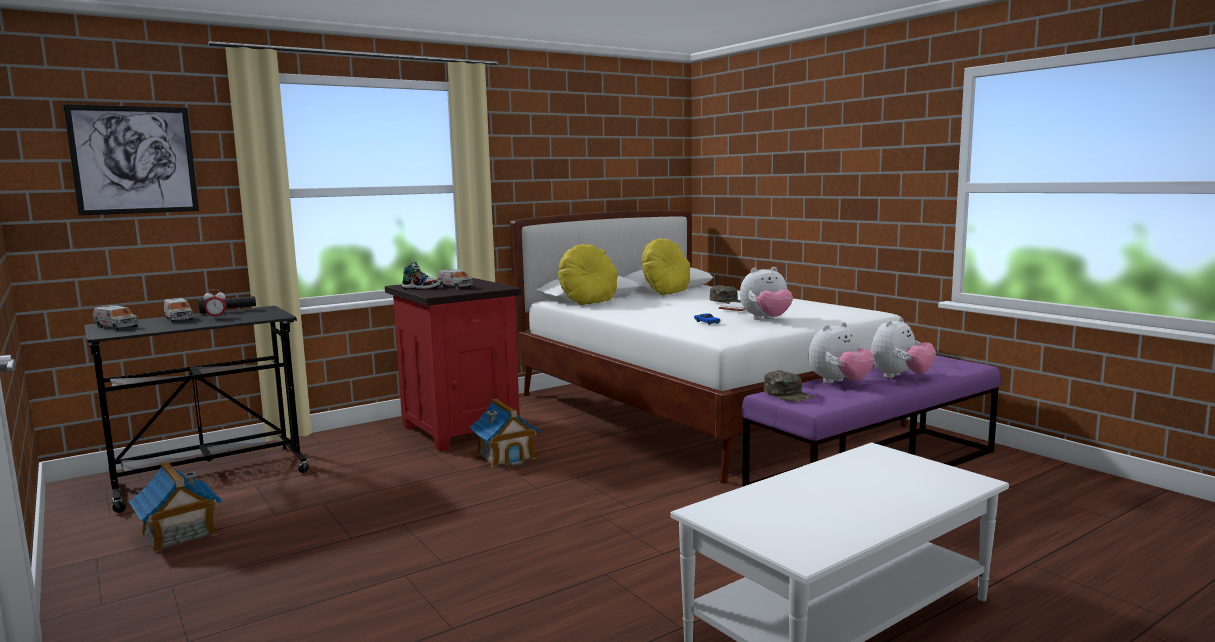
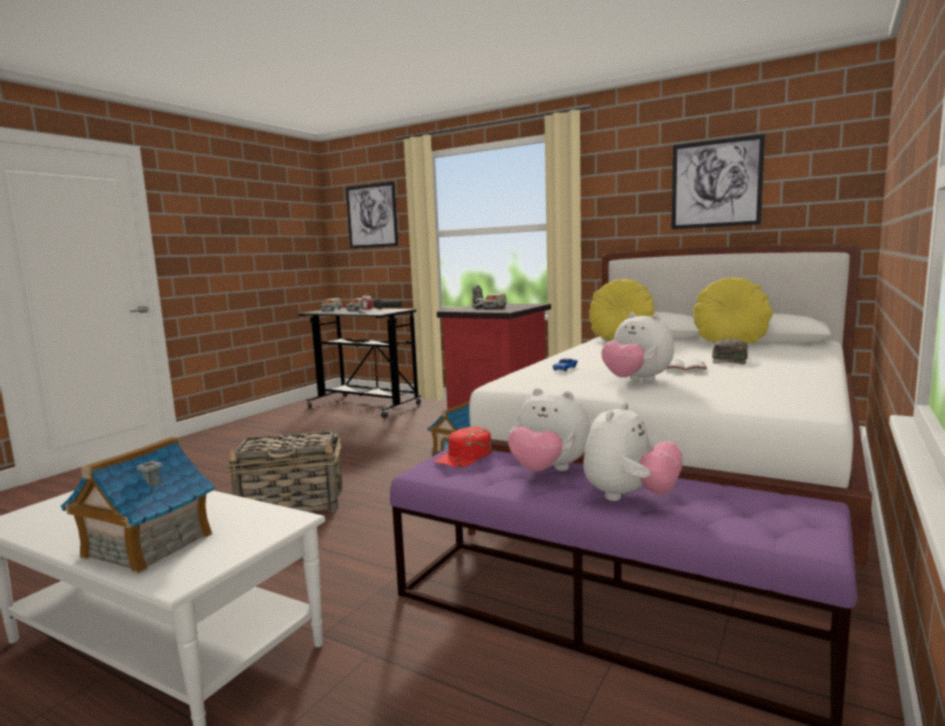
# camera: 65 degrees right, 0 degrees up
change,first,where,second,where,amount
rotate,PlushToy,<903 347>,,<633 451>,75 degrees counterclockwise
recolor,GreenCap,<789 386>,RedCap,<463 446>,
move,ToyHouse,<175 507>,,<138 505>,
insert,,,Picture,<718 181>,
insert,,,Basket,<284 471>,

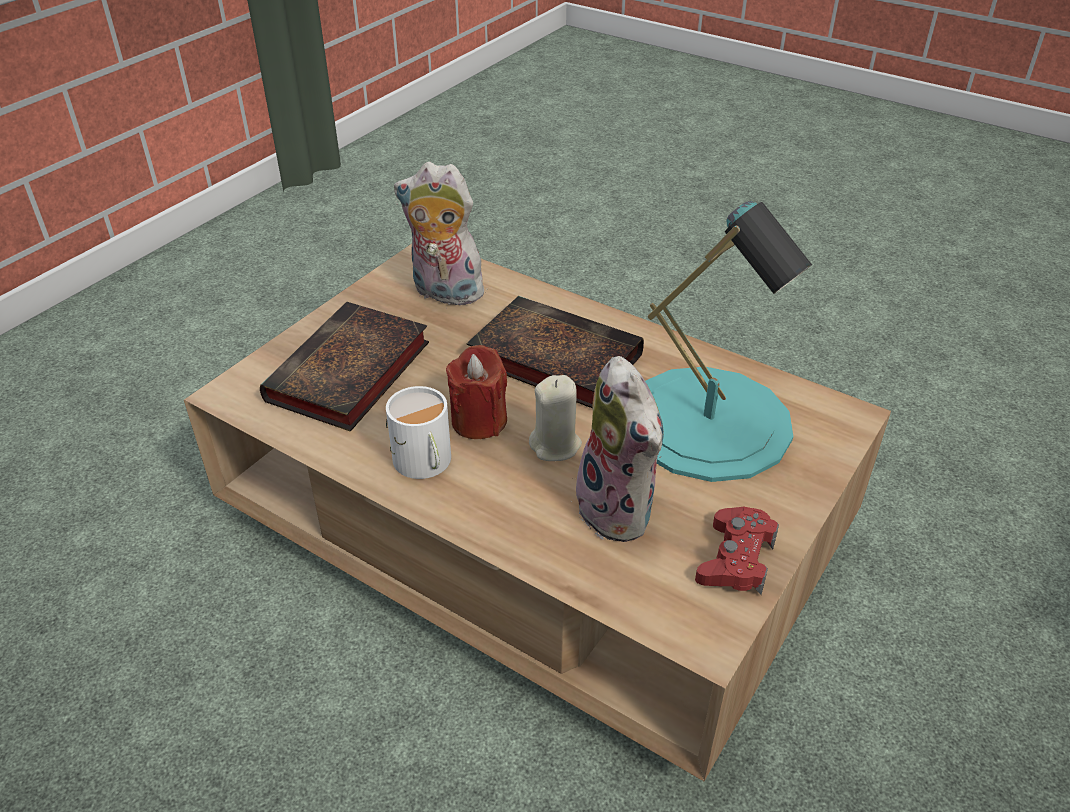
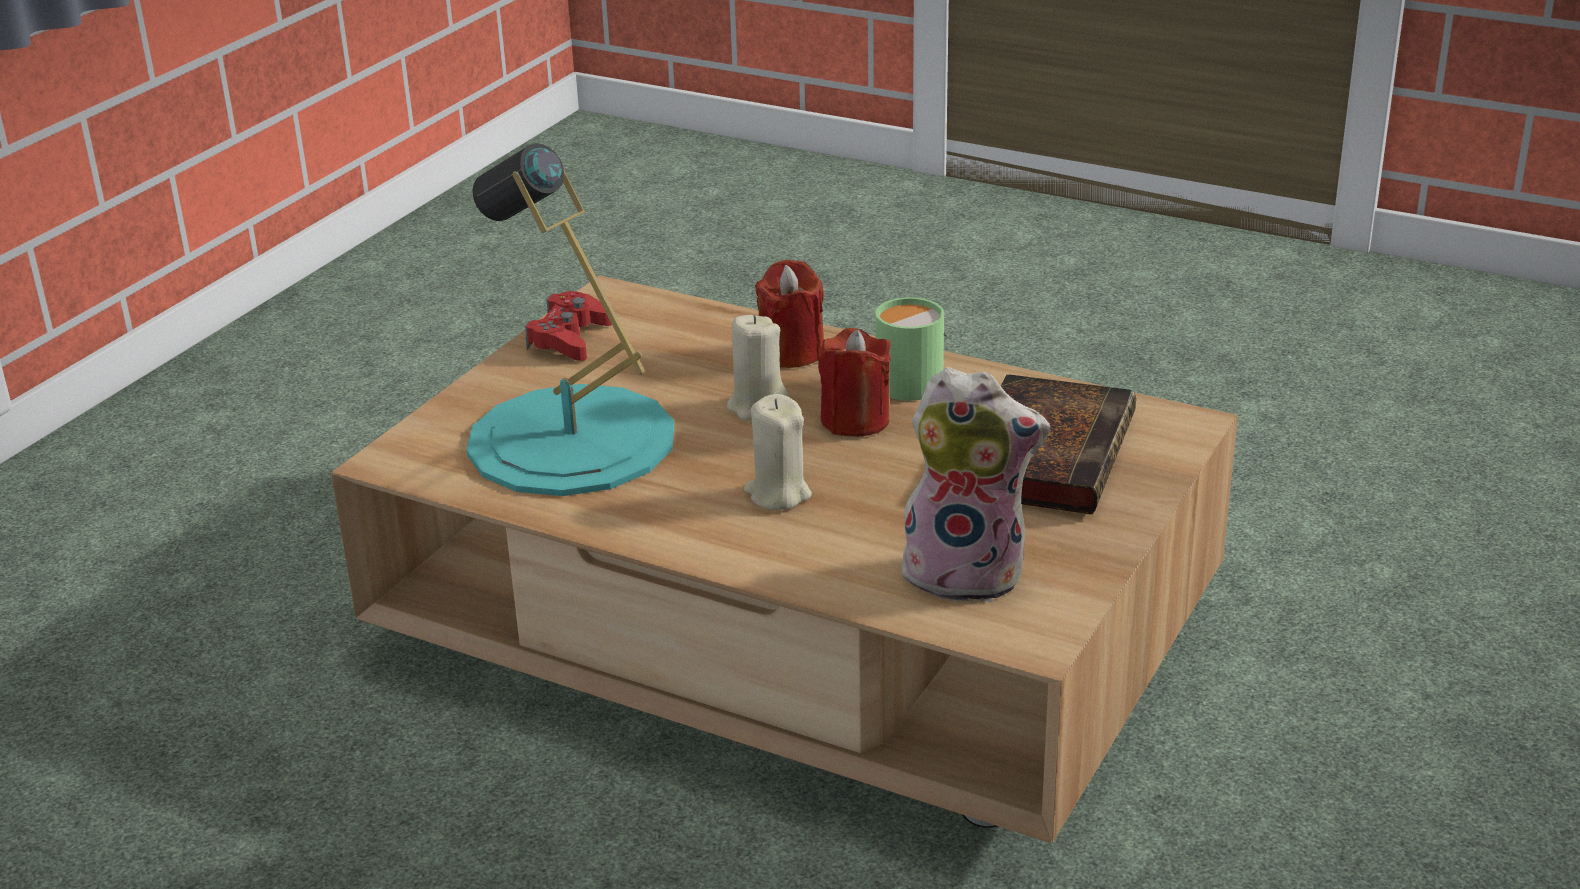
# camera: 175 degrees right, 10 degrees down
change,first,where,second,where,amount
replace,Book,<555 352>,BeigeCandle,<778 452>,
delete,PlushToy,<620 449>,,,
recolor,WhiteMug,<418 432>,GreenMug,<911 349>,
insert,,,RedCandle,<789 314>,

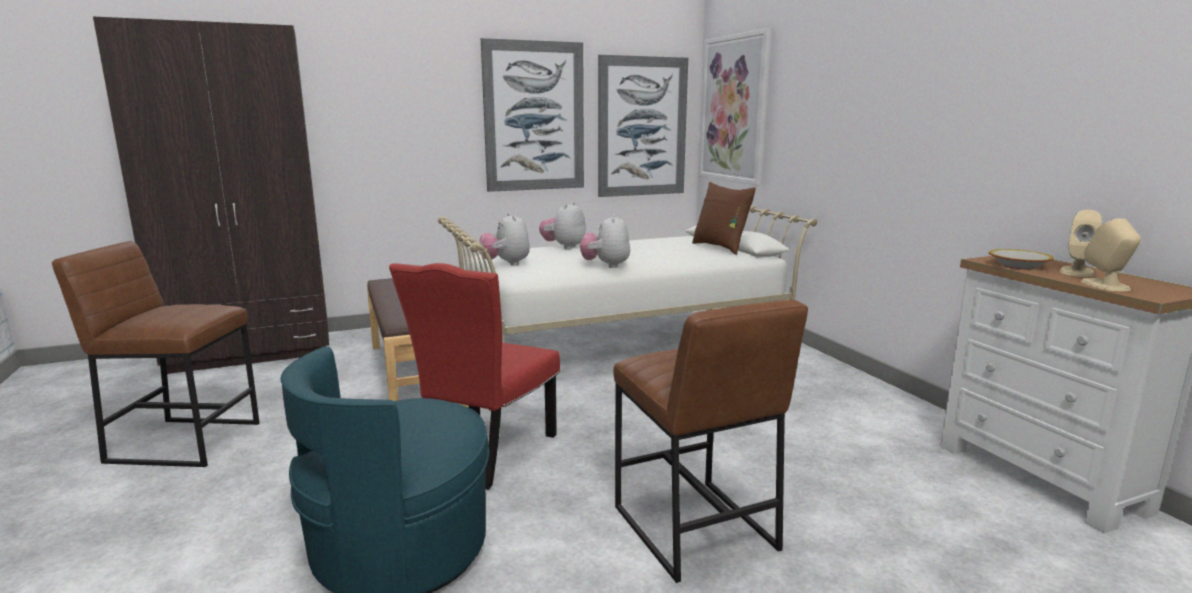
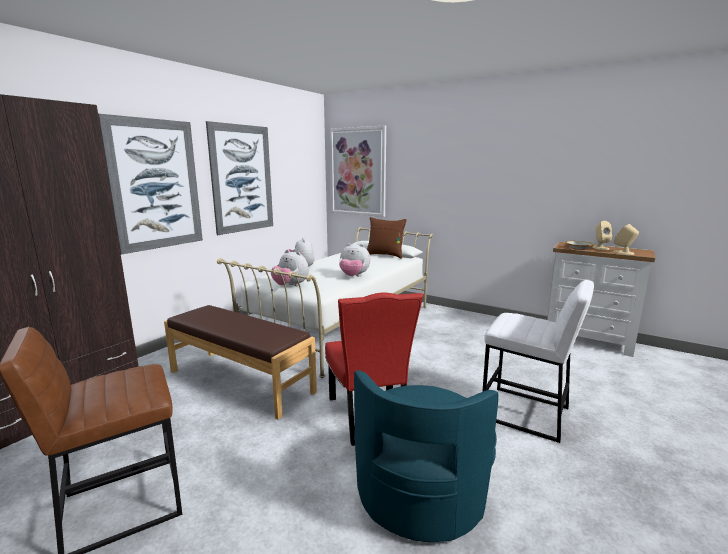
# camera: 35 degrees left, 0 degrees up
change,first,where,second,where,amount
move,Picture,<643 126>,,<150 184>,
rotate,PlushToy,<605 241>,,<354 259>,45 degrees counterclockwise
recolor,BrownChair,<711 441>,WhiteChair,<538 361>,

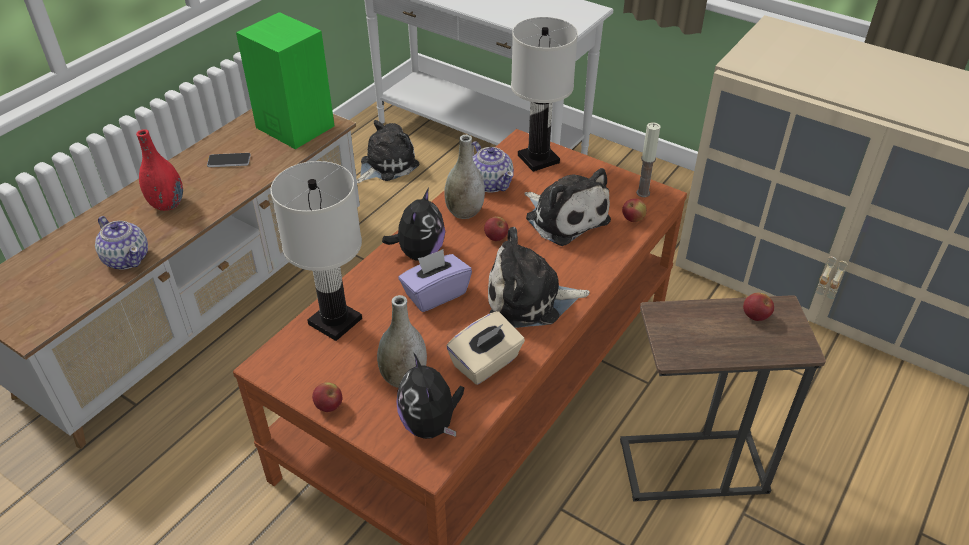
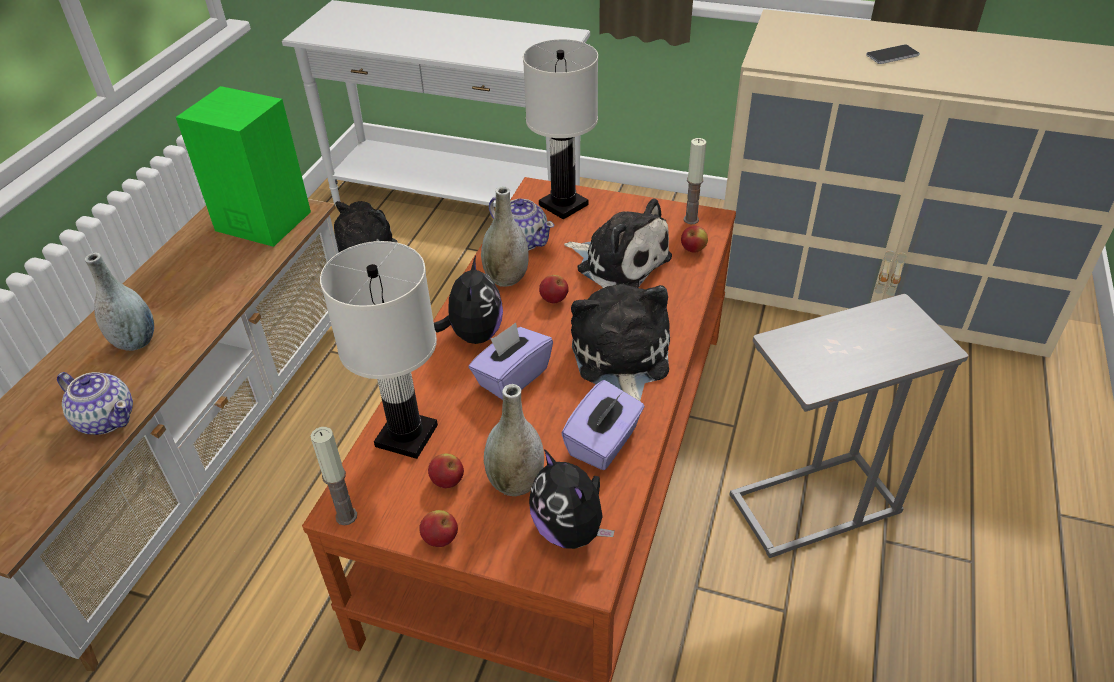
# camera: 15 degrees left, 0 degrees up
change,first,where,second,where,amount
recolor,RedVase,<159 170>,GreyVase,<119 301>,
move,Phone,<229 160>,,<893 54>,
rotate,PlushToy,<539 277>,,<620 343>,105 degrees clockwise
move,Apple,<758 307>,,<446 471>,
recolor,BrownSideTable,<723 398>,GreySideTable,<849 426>,
recolor,BeigeTissueBox,<485 348>,PurpleTissueBox,<603 425>,
insert,,,Candle,<334 476>,

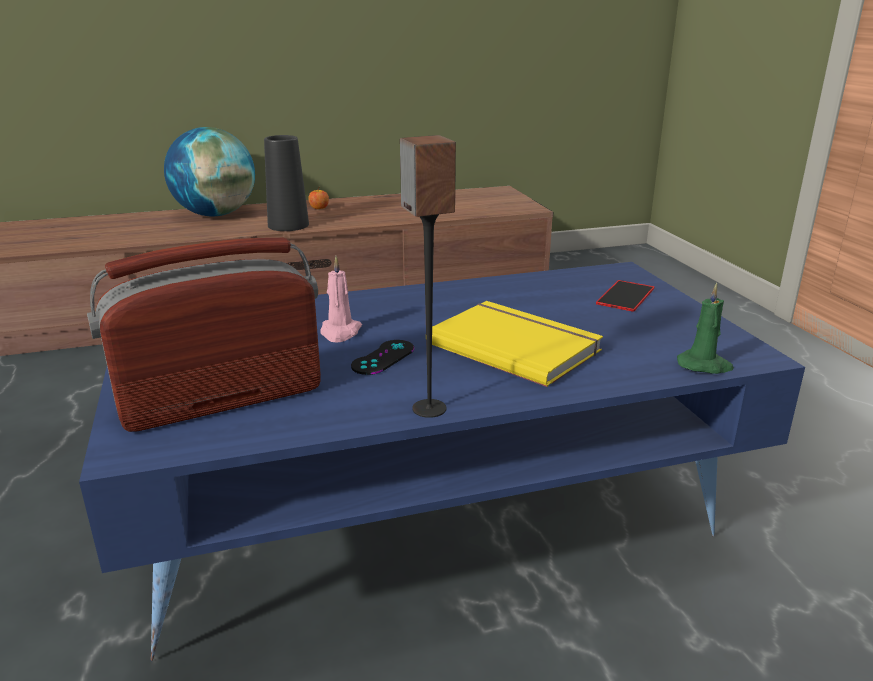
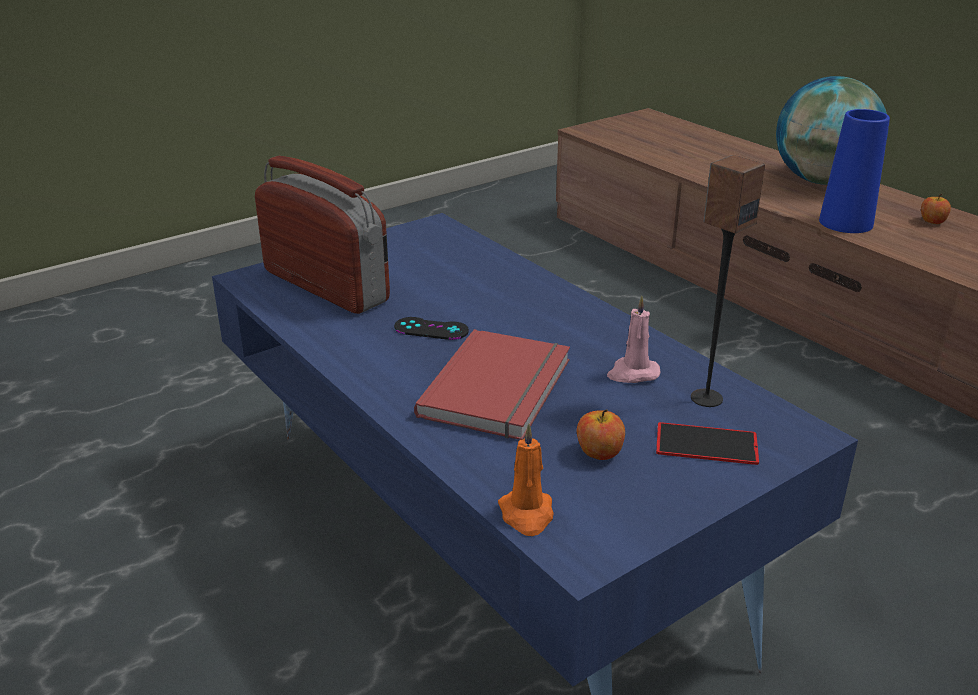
# camera: 70 degrees right, 5 degrees up
change,first,where,second,where,amount
recolor,BlackVase,<286 183>,BlueVase,<854 171>,
move,Speaker,<428 276>,,<728 281>,
move,PinkCandle,<341 299>,,<634 339>,
recolor,GreenCandle,<705 328>,OrangeCandle,<526 480>,
recolor,YellowBook,<517 344>,RedBook,<492 384>,
insert,,,Apple,<601 434>,

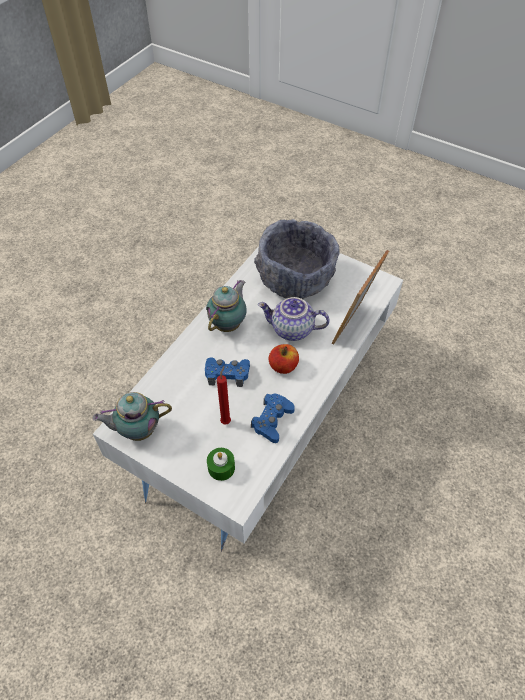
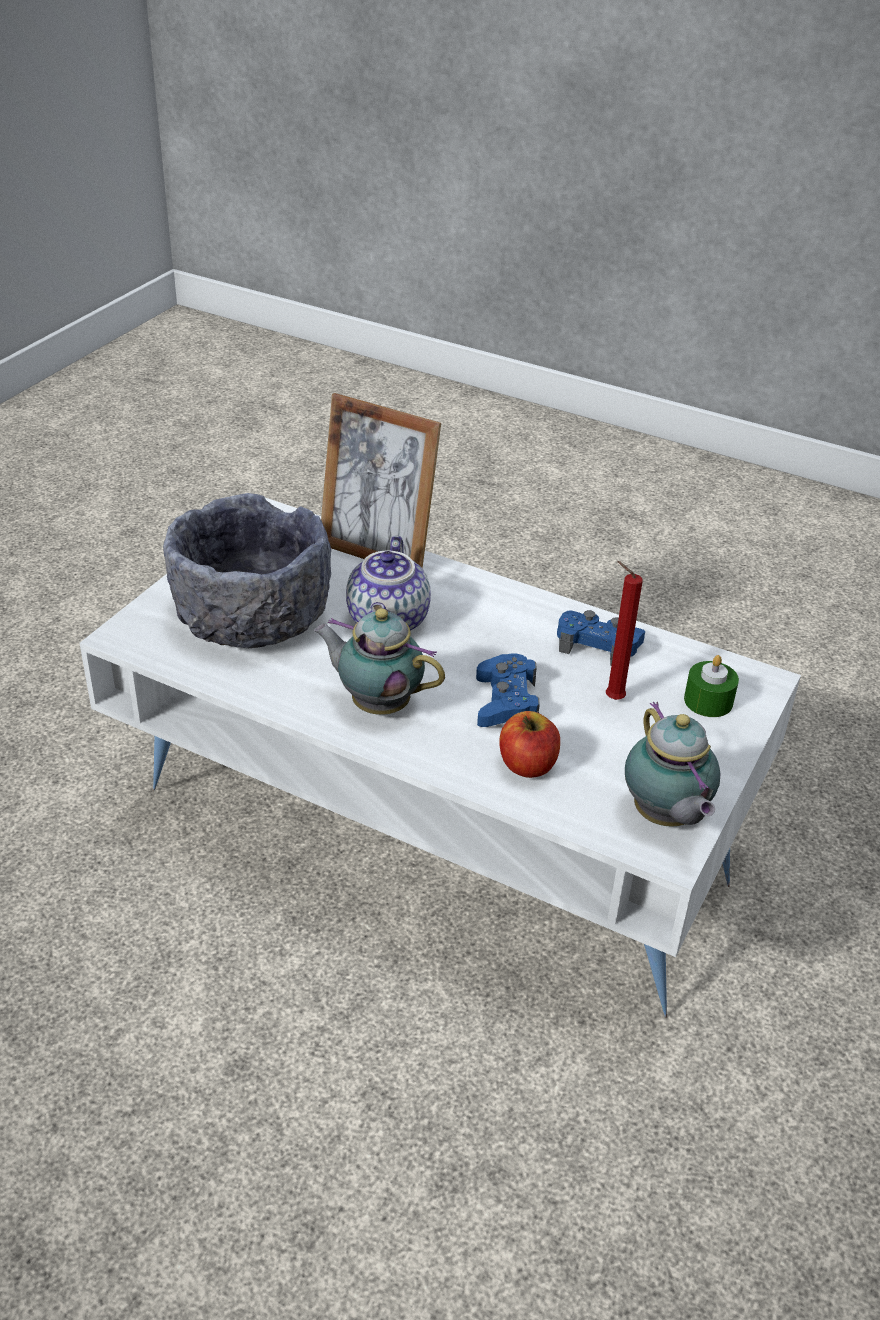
# camera: 95 degrees left, 15 degrees down
change,first,where,second,where,amount
move,Apple,<284 359>,,<529 744>,

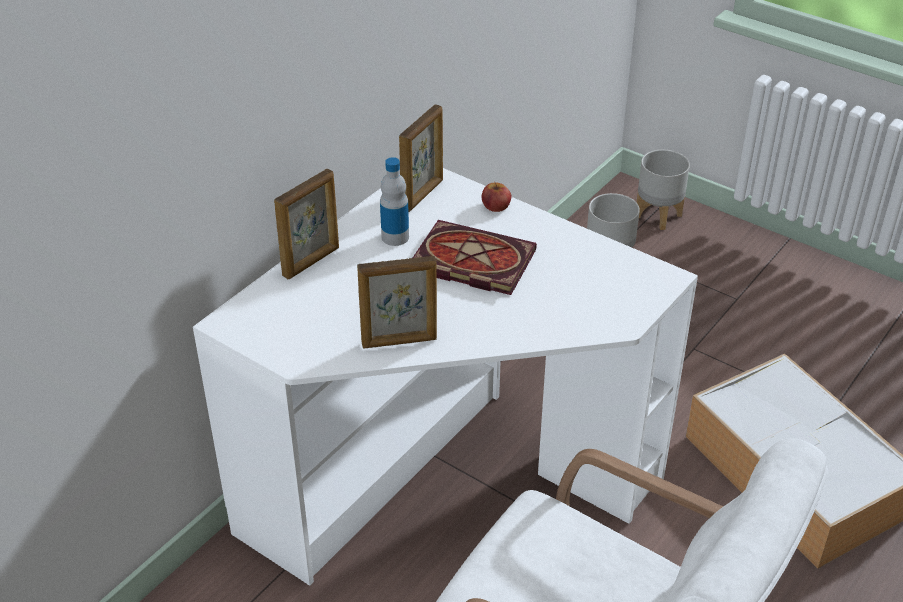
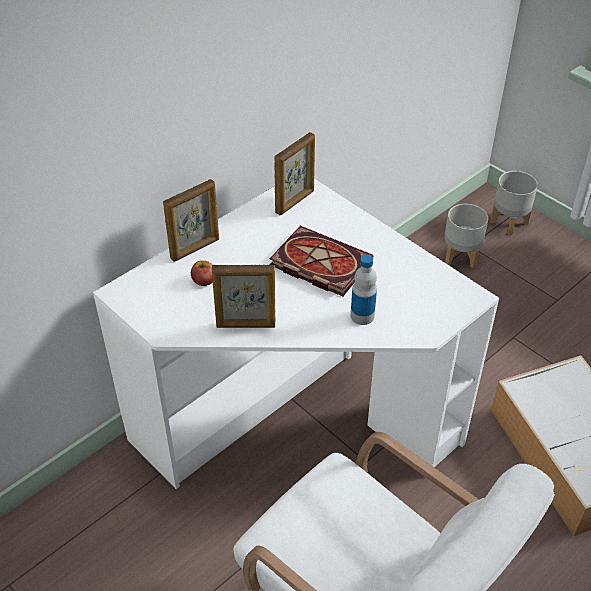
# camera: 10 degrees right, 5 degrees up
change,first,where,second,where,amount
move,Bottle,<394 201>,,<364 289>,
move,Apple,<497 197>,,<202 273>,

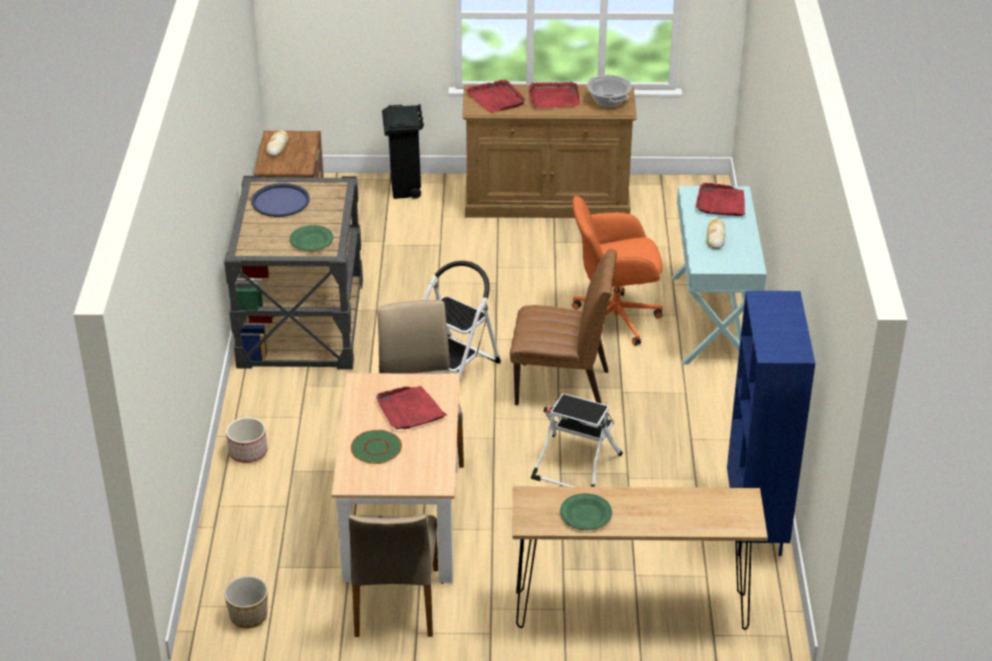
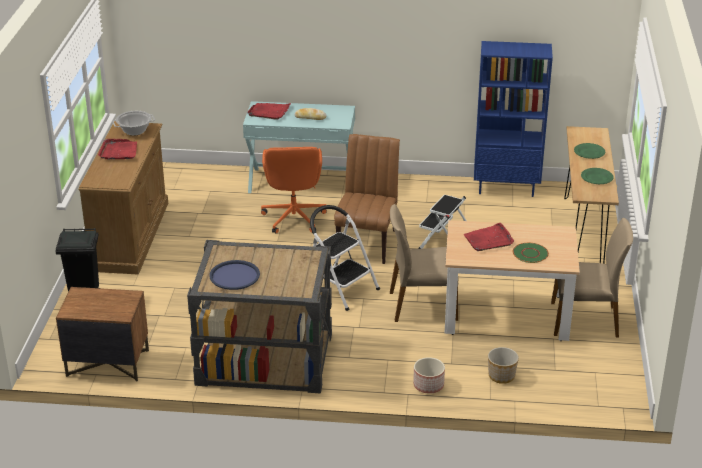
# camera: 85 degrees left, 5 degrees down
change,first,where,second,where,amount
delete,RedTray,<496 96>,,,
delete,Bread,<277 143>,,,
move,GreenPlate,<311 238>,,<589 151>,
move,Planter,<246 602>,,<503 365>,

